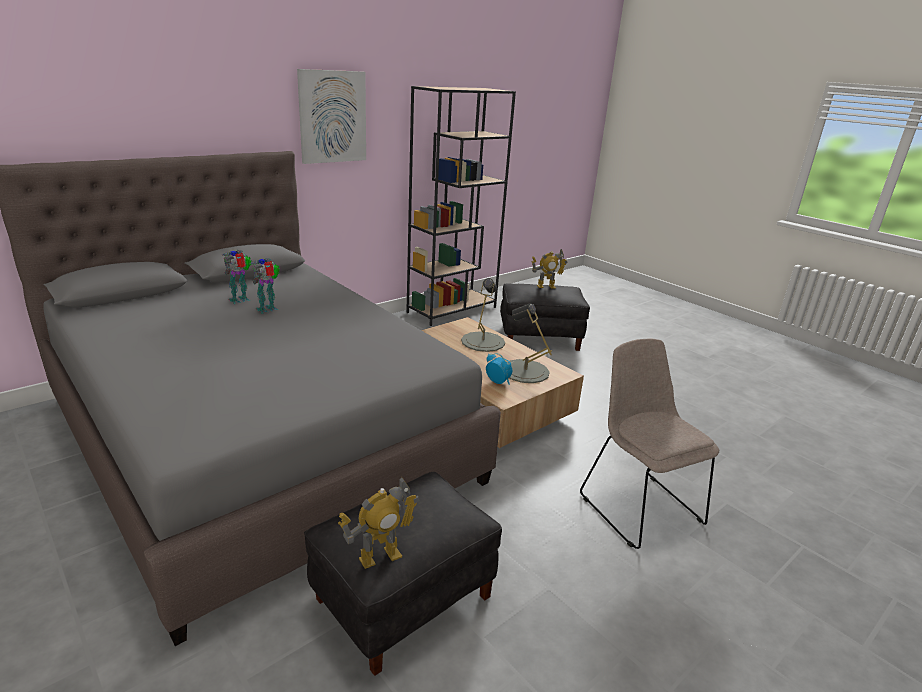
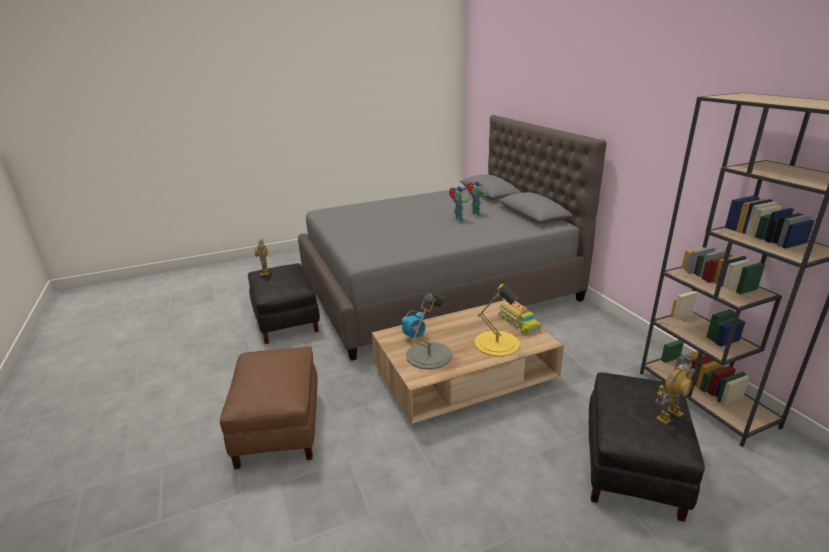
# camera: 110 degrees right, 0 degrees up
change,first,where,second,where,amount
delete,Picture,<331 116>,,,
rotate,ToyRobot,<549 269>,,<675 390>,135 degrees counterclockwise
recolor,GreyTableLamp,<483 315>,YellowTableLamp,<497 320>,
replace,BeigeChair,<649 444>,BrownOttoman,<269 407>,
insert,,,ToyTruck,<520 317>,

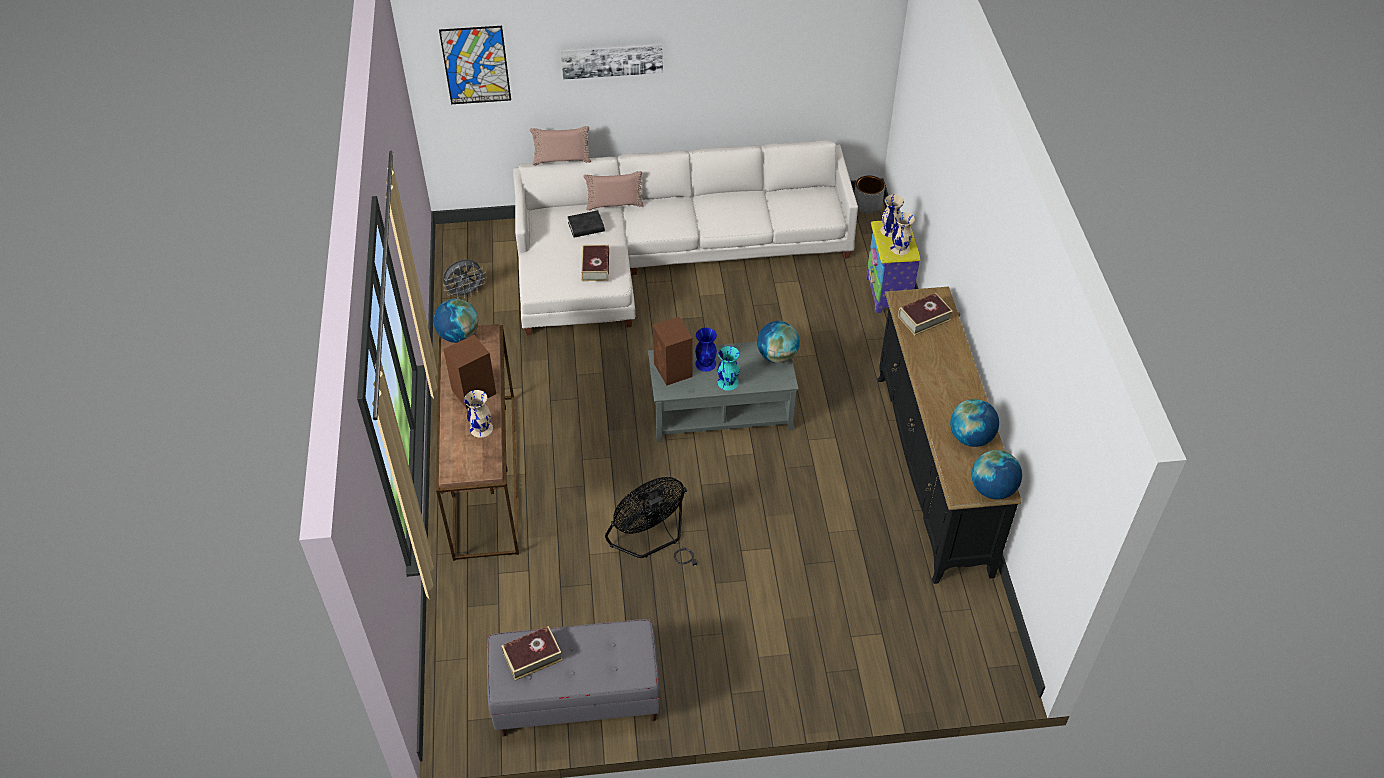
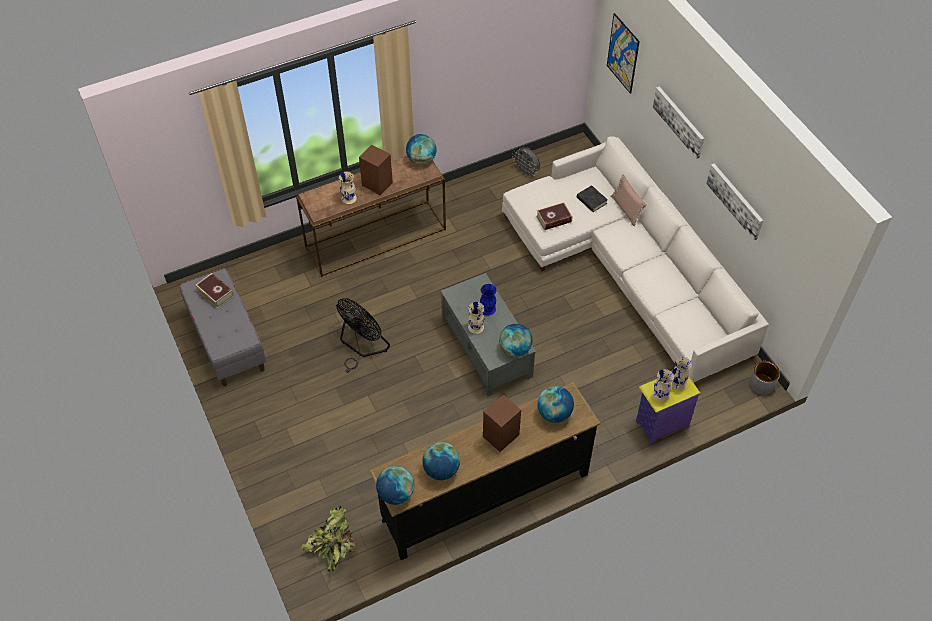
# camera: 70 degrees right, 5 degrees up
change,first,where,second,where,amount
delete,BeigePillow,<560 146>,,,
replace,Book,<925 314>,Globe,<555 404>,
move,BrownSpeaker,<673 351>,,<502 423>,
recolor,TurquoiseVase,<729 368>,BeigeVase,<476 318>,
insert,,,Picture,<734 201>,
insert,,,PottedPlant,<328 539>,

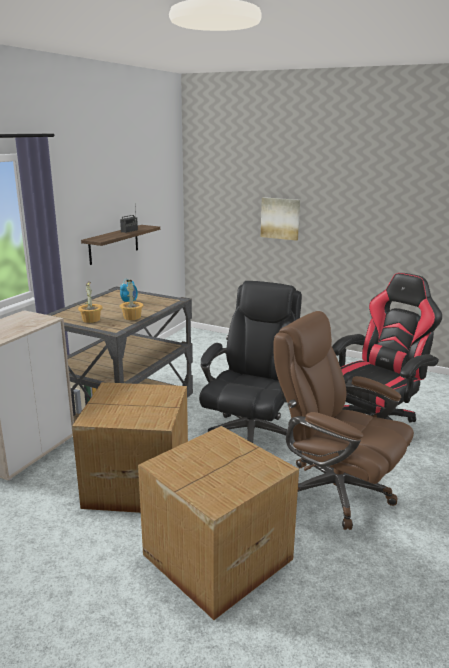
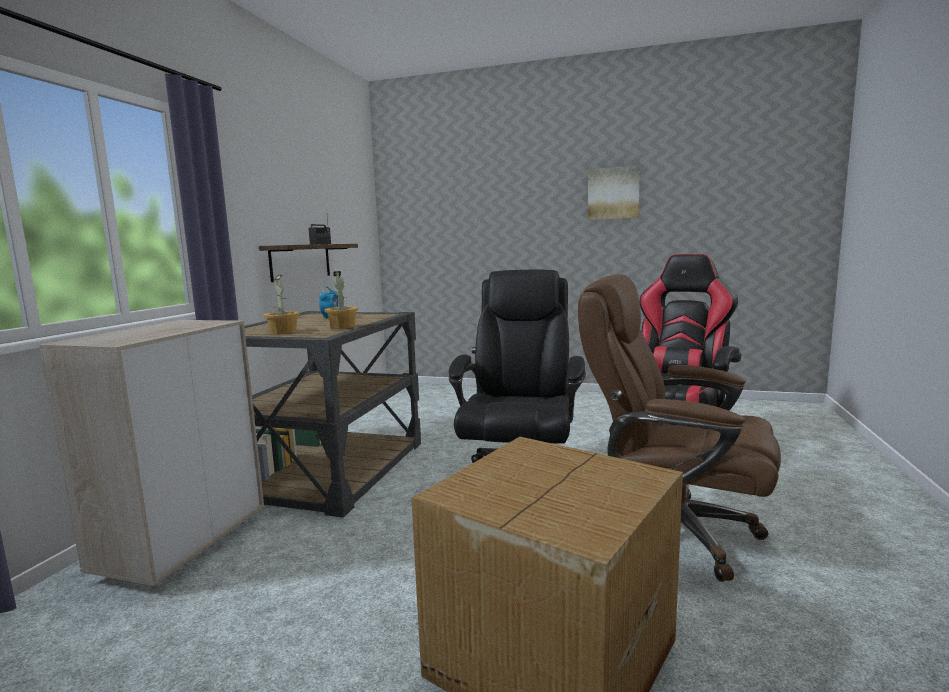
# camera: 10 degrees left, 10 degrees down
change,first,where,second,where,amount
move,Picture,<280 219>,,<614 193>,
delete,CardboardBox,<130 447>,,,

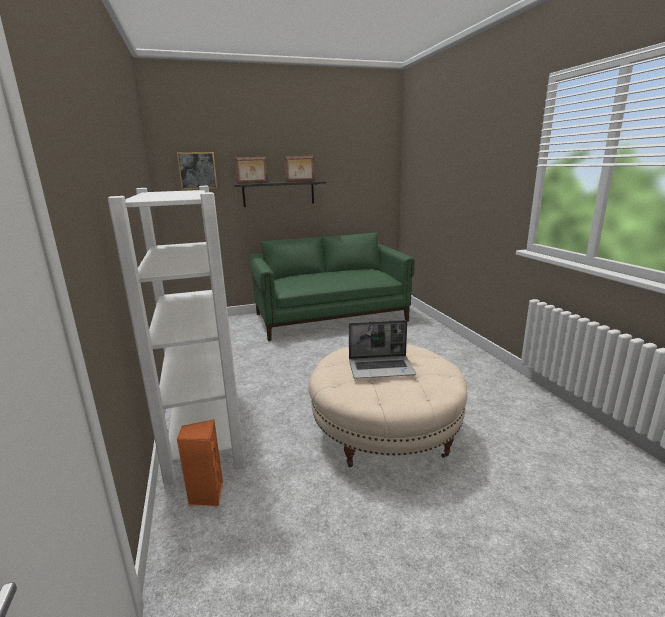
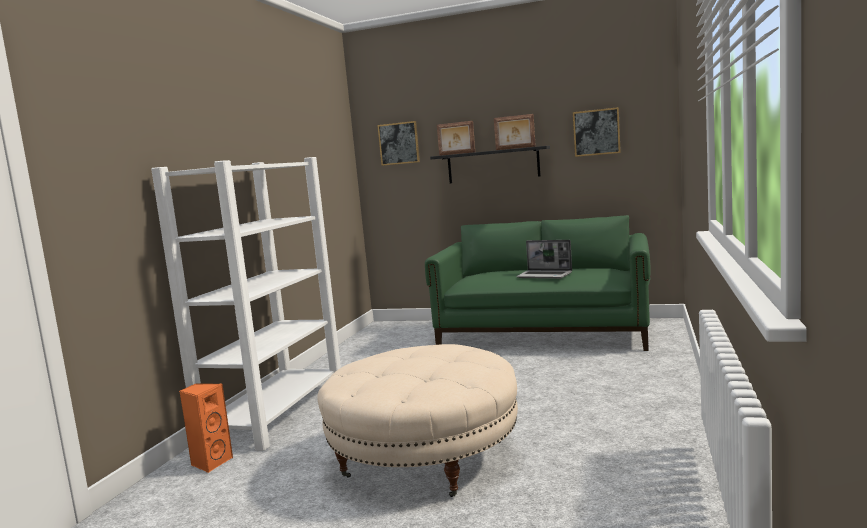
# camera: 35 degrees right, 10 degrees down
change,first,where,second,where,amount
move,Laptop,<382 349>,,<544 259>,
insert,,,Picture,<597 132>,

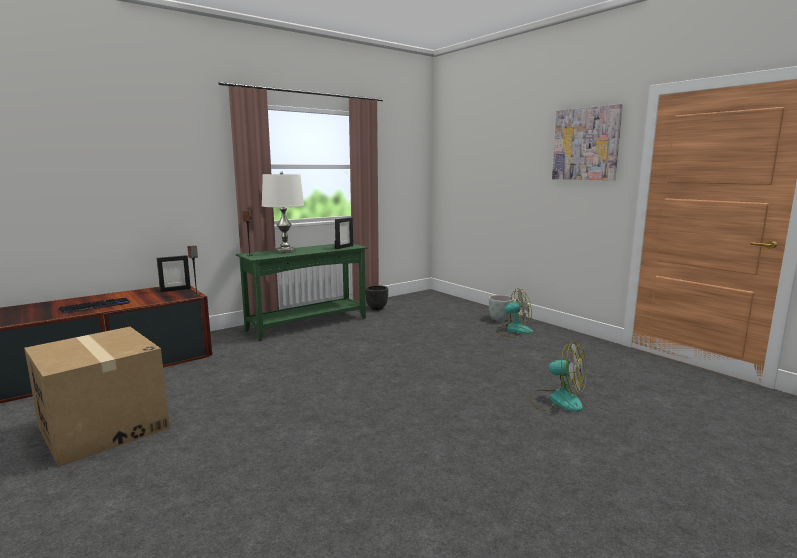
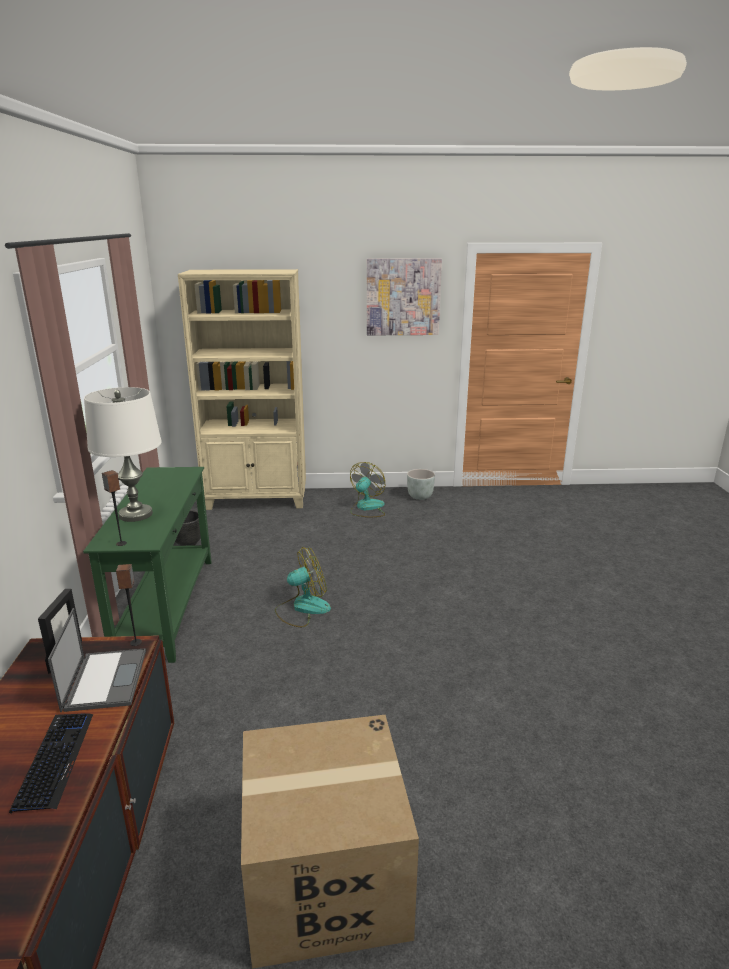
# camera: 55 degrees left, 10 degrees up
change,first,where,second,where,amount
delete,PictureFrame,<344 233>,,,
move,GreyPlanter,<501 308>,,<421 484>,
move,Fan,<558 377>,,<303 587>,
insert,,,BeigeBookcase,<242 389>,
insert,,,Laptop,<97 660>,

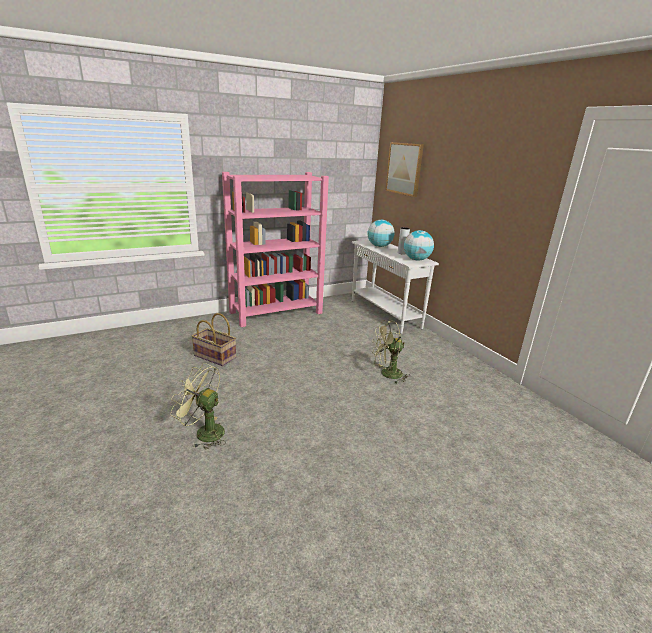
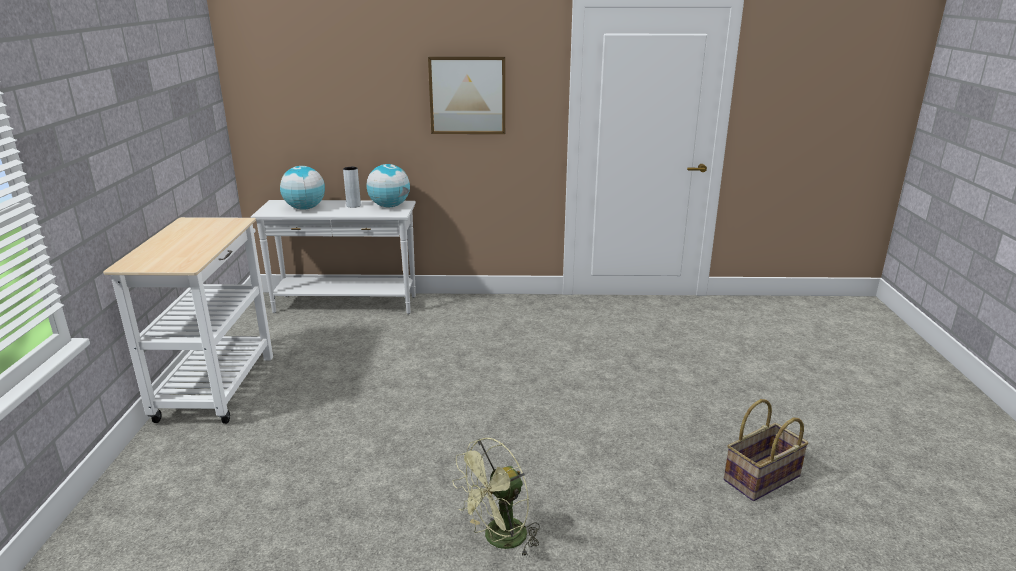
# camera: 60 degrees left, 0 degrees up
change,first,where,second,where,amount
move,Picture,<404 169>,,<466 95>,
replace,PinkBookcase,<275 249>,WhiteCart,<188 320>,
move,Basket,<213 339>,,<766 450>,
delete,GreenFan,<391 352>,,,

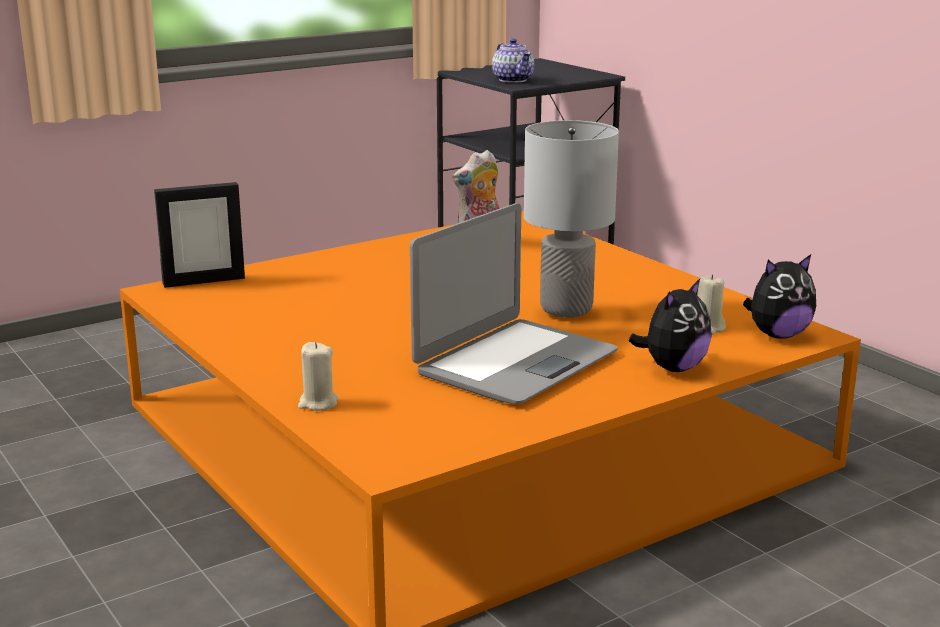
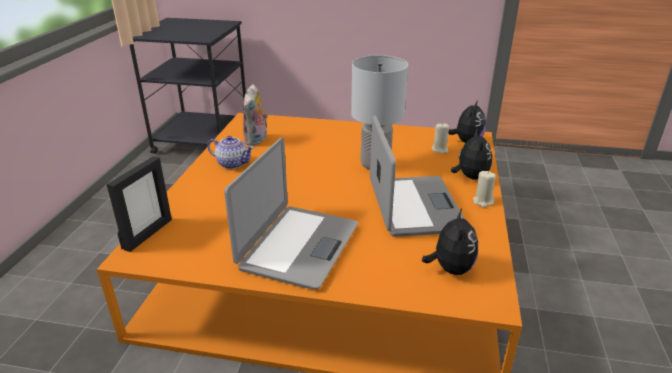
# camera: 45 degrees left, 10 degrees up
change,first,where,second,where,amount
move,Teapot,<513 61>,,<230 152>,
move,BeigeCandle,<318 376>,,<484 189>,
insert,,,Laptop,<291 213>,
insert,,,PlushToy,<450 241>,

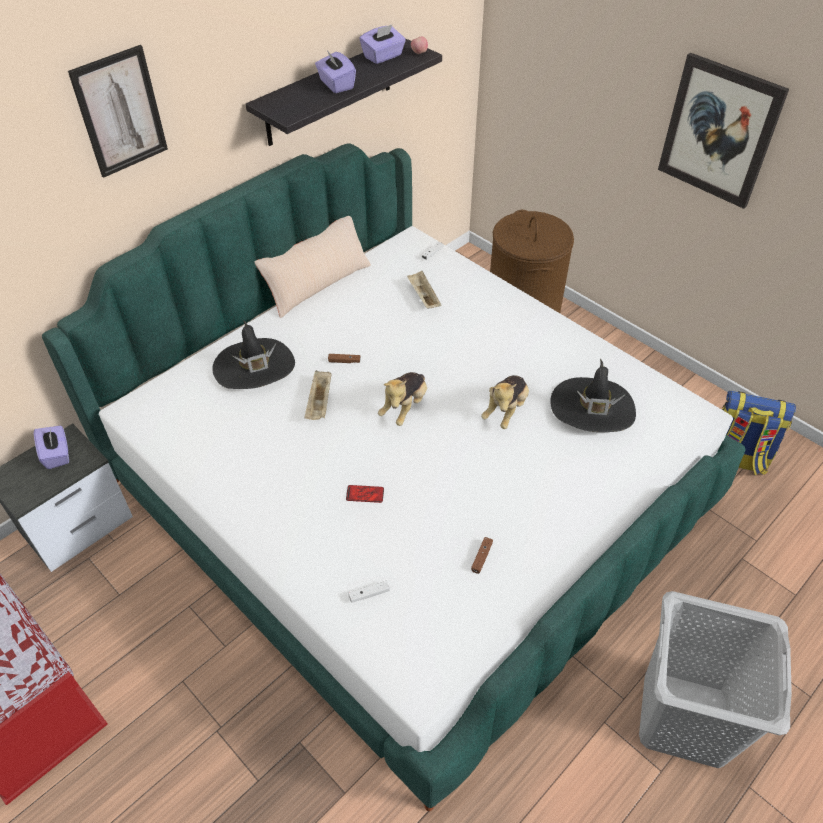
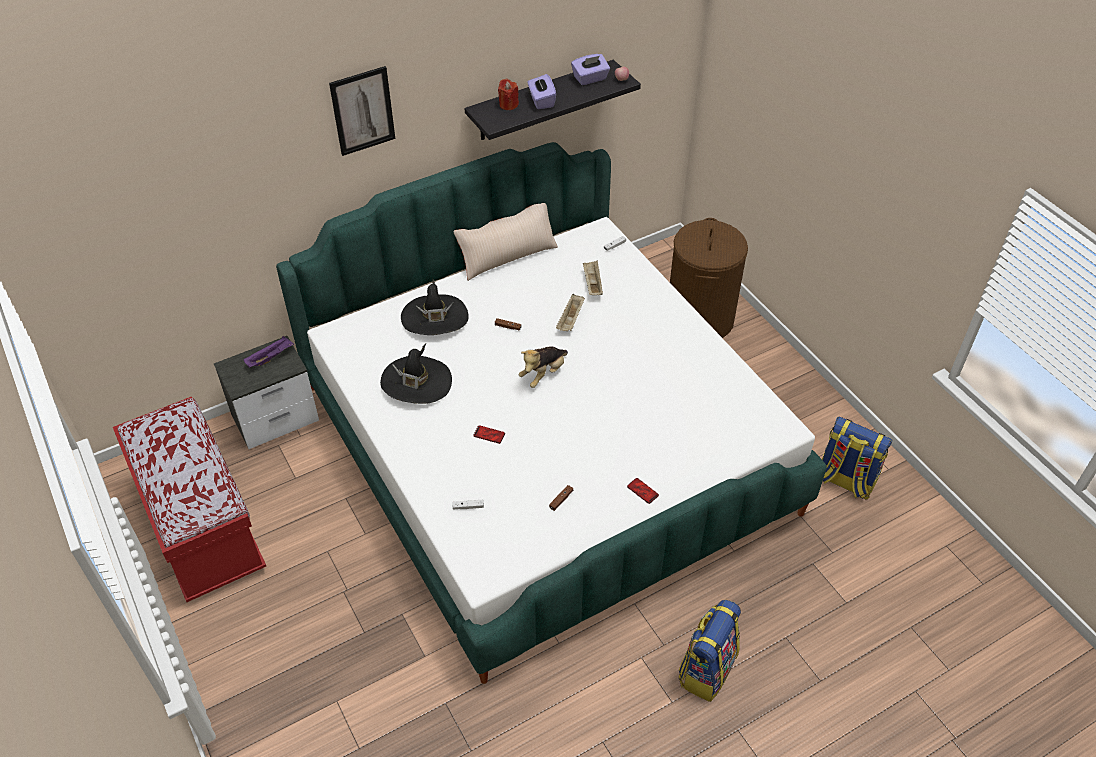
# camera: 15 degrees right, 0 degrees up
change,first,where,second,where,amount
delete,Picture,<723 131>,,,
move,BlackHat,<593 395>,,<416 373>,
move,BeigeTray,<318 395>,,<570 312>,
delete,PlushToy,<505 402>,,,
replace,PurpleTissueBox,<51 447>,PurpleTray,<269 352>,
replace,GreyLaundryBasket,<715 679>,Backpack,<710 651>,
insert,,,RedCandle,<508 94>,
insert,,,Phone,<643 491>,

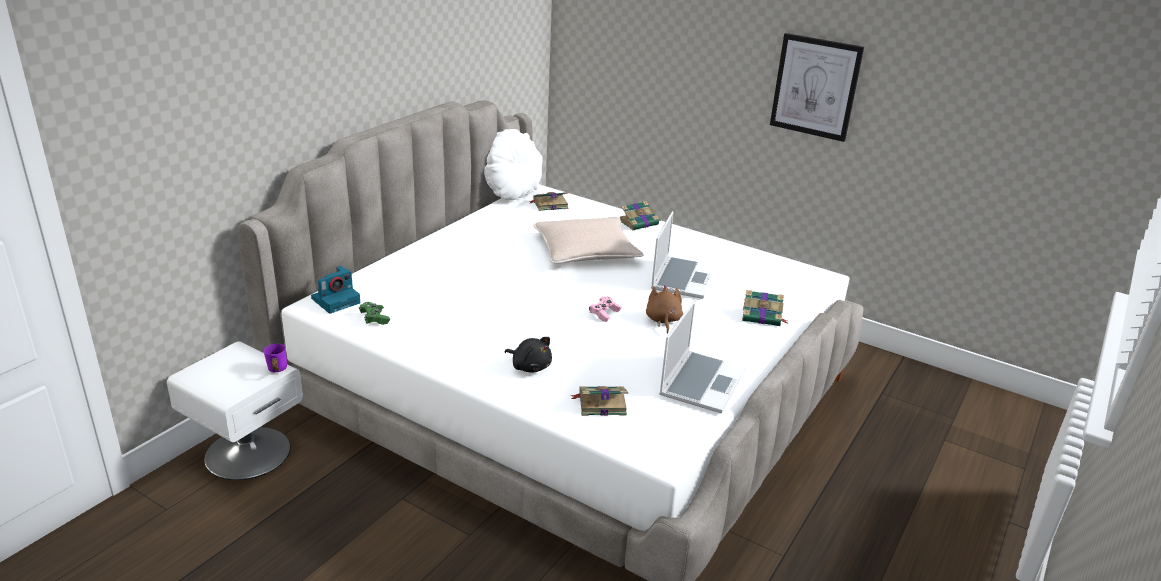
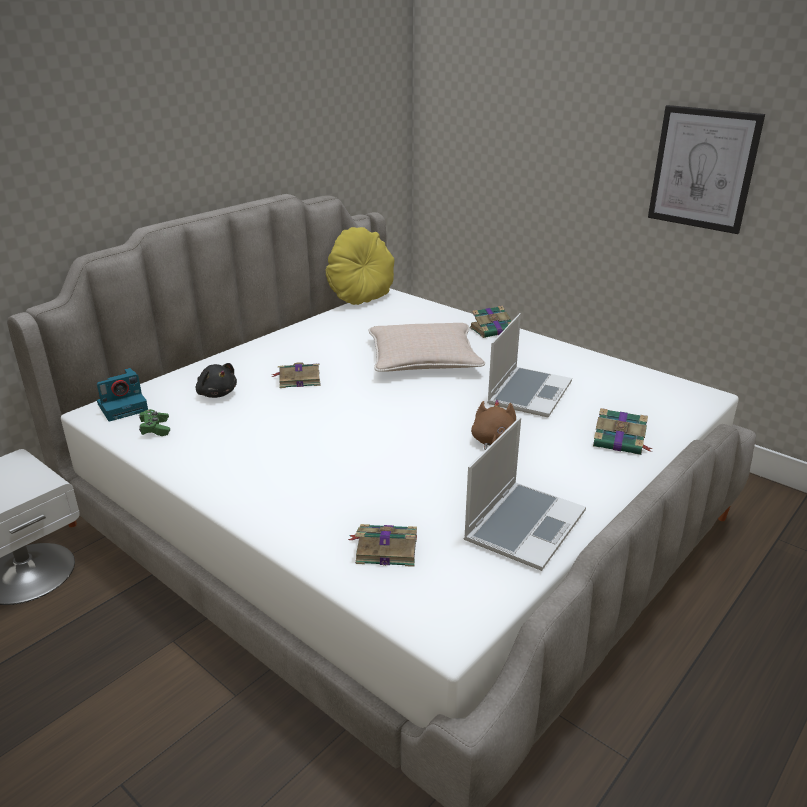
# camera: 10 degrees right, 0 degrees up
change,first,where,second,where,amount
recolor,WhitePillow,<513 164>,YellowPillow,<360 266>,
move,Book,<548 201>,,<296 375>,
delete,PinkGameController,<605 309>,,,
move,BlackPlushToy,<528 355>,,<216 380>,
delete,PurpleMug,<275 358>,,,

